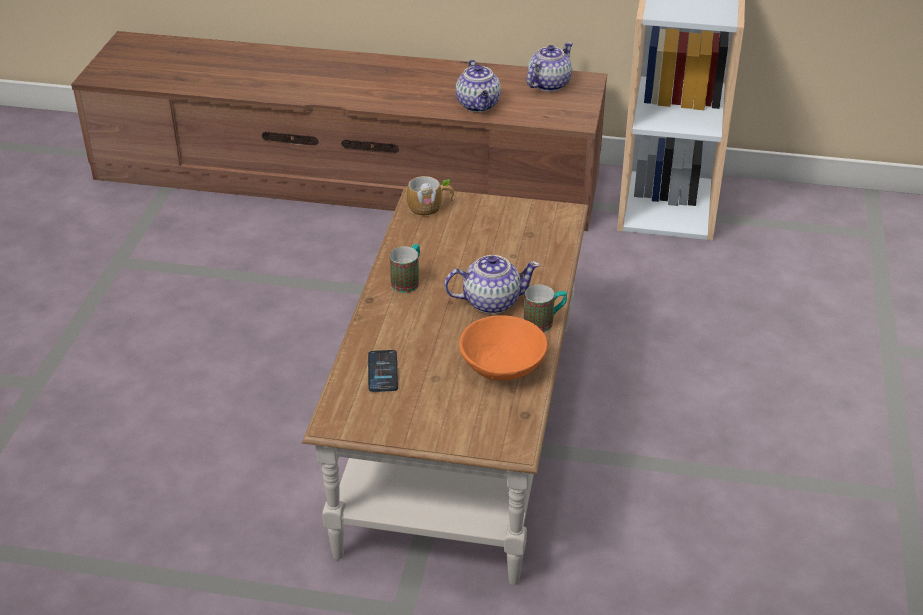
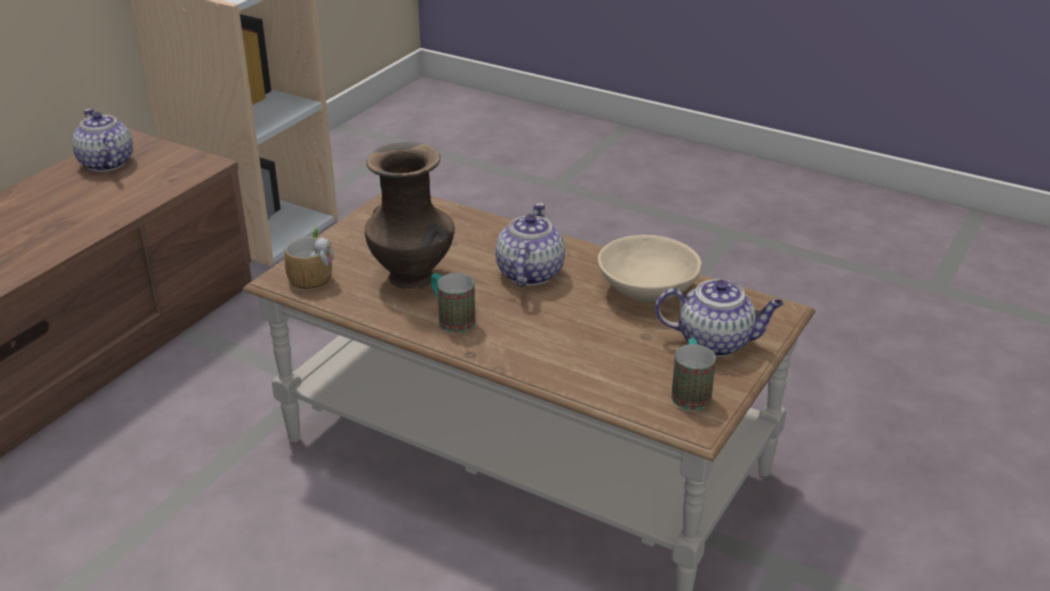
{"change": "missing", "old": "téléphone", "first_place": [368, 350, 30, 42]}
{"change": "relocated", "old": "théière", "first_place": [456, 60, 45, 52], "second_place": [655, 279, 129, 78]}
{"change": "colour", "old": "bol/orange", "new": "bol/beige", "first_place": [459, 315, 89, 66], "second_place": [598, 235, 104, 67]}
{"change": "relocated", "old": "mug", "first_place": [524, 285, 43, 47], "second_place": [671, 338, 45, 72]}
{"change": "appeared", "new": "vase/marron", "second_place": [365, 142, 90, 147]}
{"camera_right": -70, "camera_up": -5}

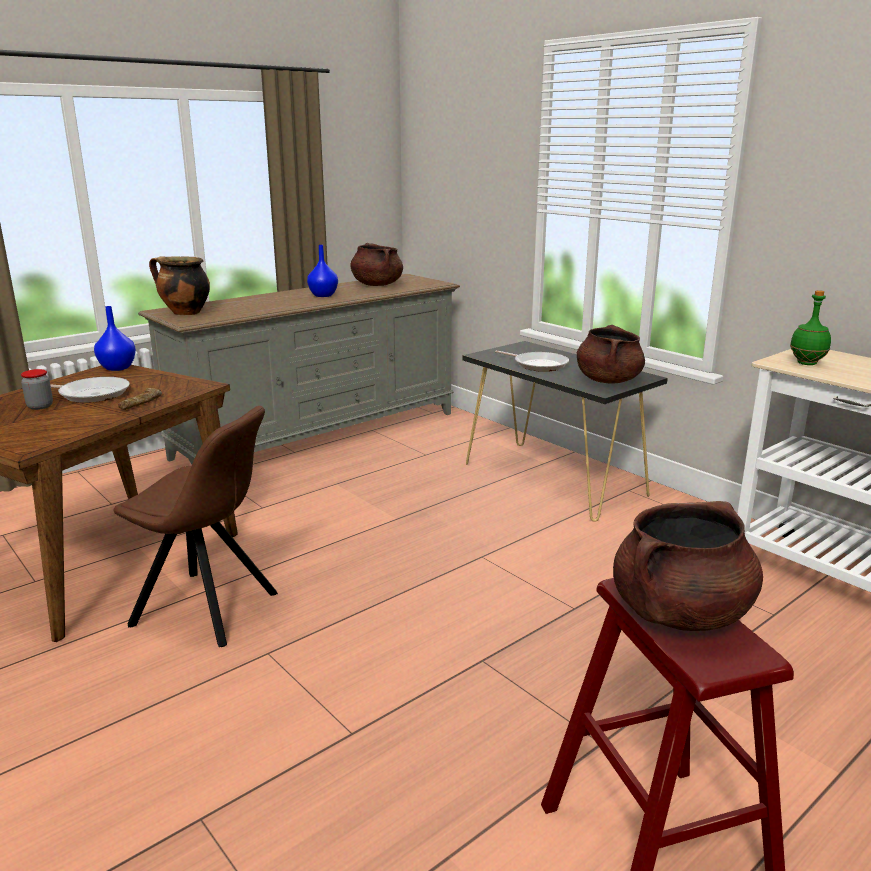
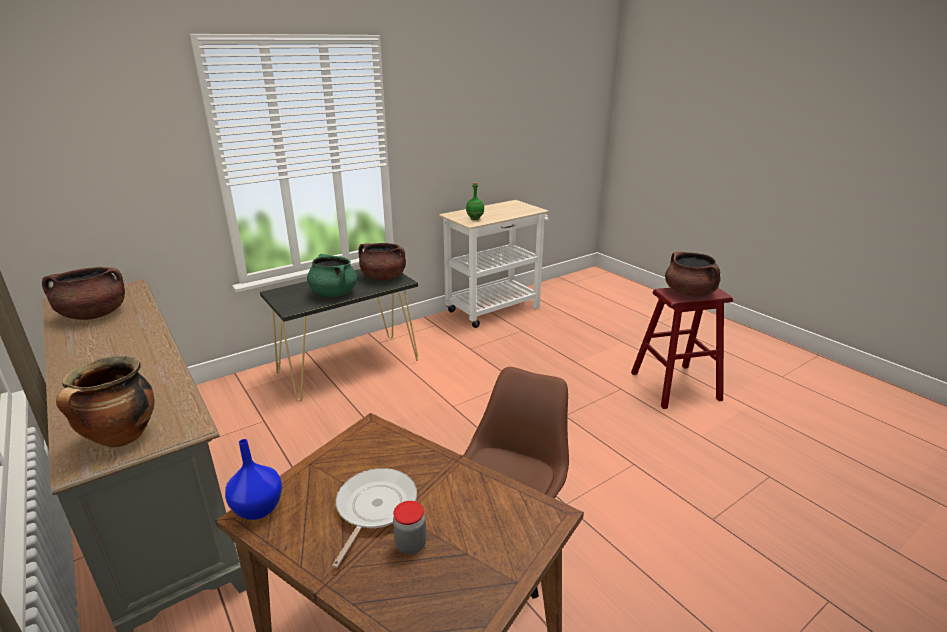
{"change": "missing", "old": "pain", "first_place": [118, 388, 44, 22]}
{"change": "missing", "old": "vase/bleu", "first_place": [307, 245, 31, 52]}
{"change": "exchanged", "old": "poêle", "new": "marmite/vert", "first_place": [495, 350, 74, 22], "second_place": [307, 254, 50, 43]}
{"camera_right": -85, "camera_up": 5}

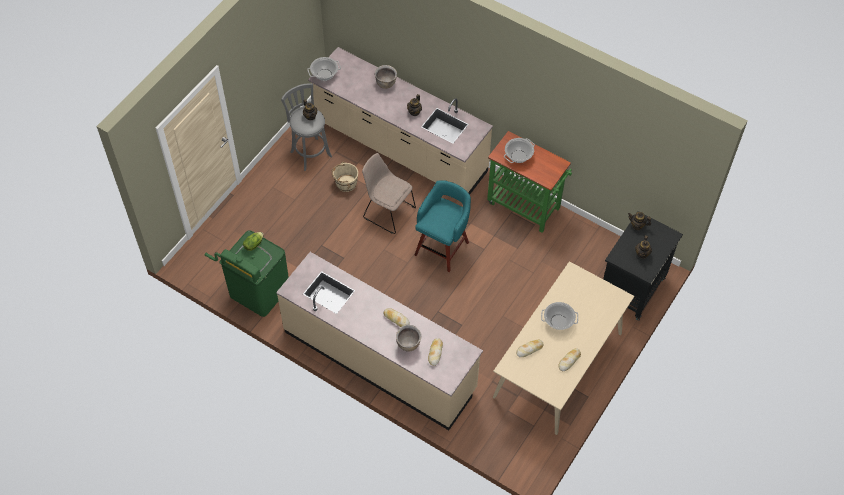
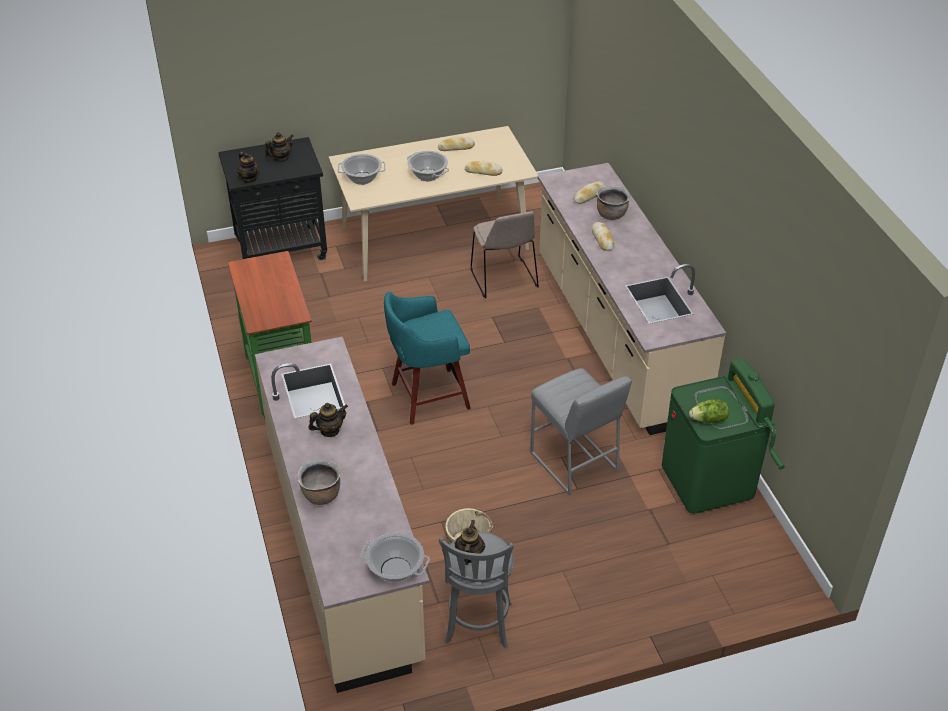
{"change": "relocated", "old": "chaise/beige", "first_place": [362, 153, 54, 81], "second_place": [471, 211, 68, 87]}
{"change": "relocated", "old": "marmite", "first_place": [504, 138, 31, 25], "second_place": [338, 154, 47, 31]}
{"change": "appeared", "new": "tabouret/gris", "second_place": [530, 368, 102, 127]}
{"camera_right": -140, "camera_up": -15}

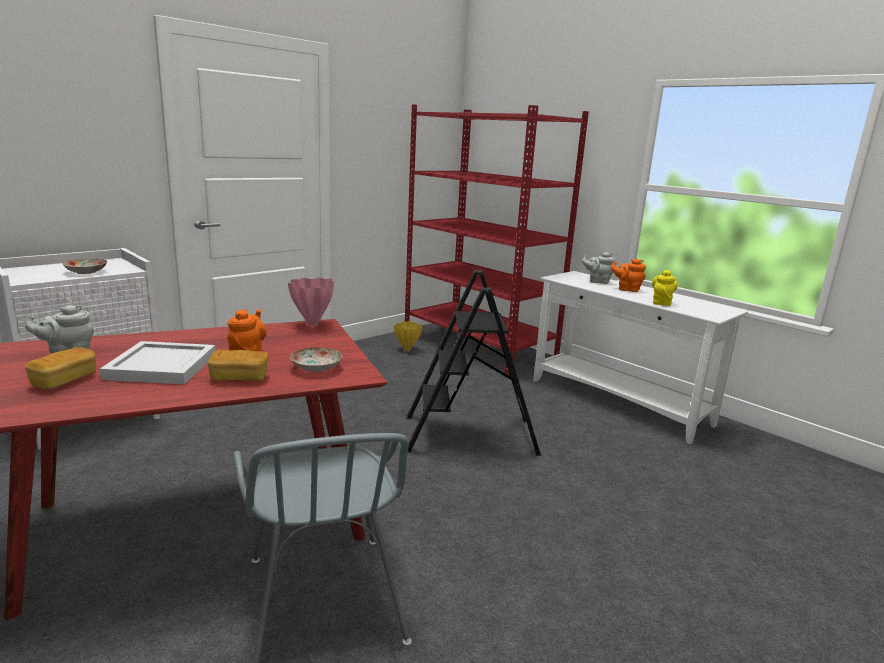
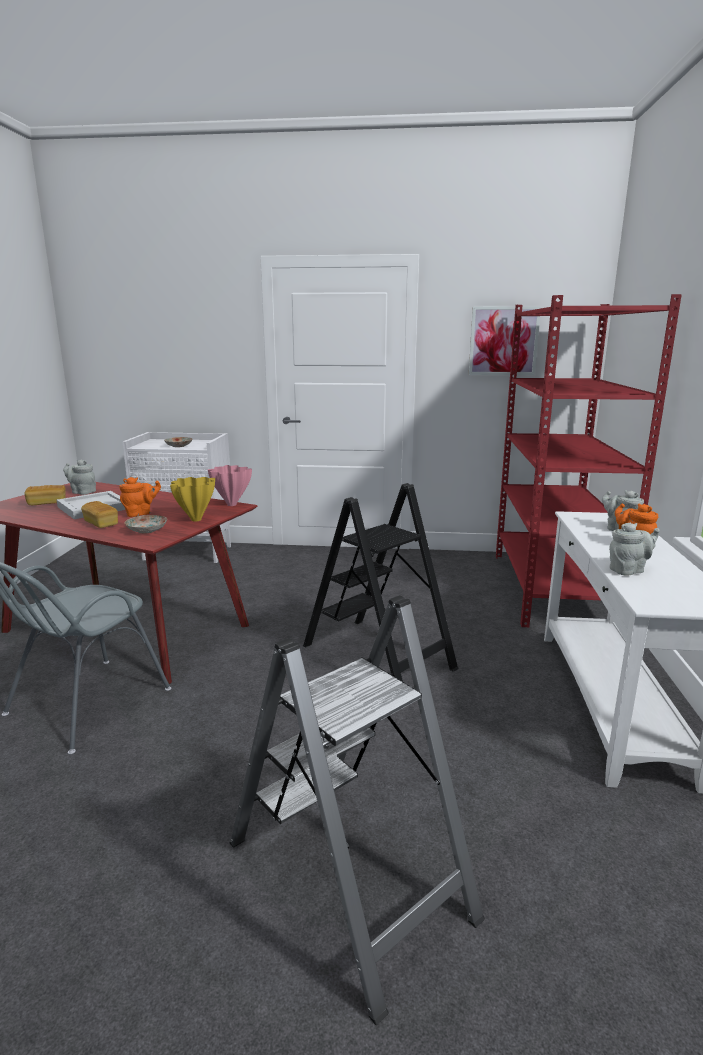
{"change": "relocated", "old": "vase/jaune", "first_place": [394, 321, 29, 30], "second_place": [170, 477, 45, 44]}
{"change": "colour", "old": "théière/jaune", "new": "théière/gris", "first_place": [652, 270, 26, 36], "second_place": [609, 523, 51, 53]}
{"change": "appeared", "new": "escabeau/gris", "second_place": [229, 595, 256, 430]}
{"change": "appeared", "new": "tableau", "second_place": [469, 306, 72, 69]}
{"camera_right": 50, "camera_up": 0}

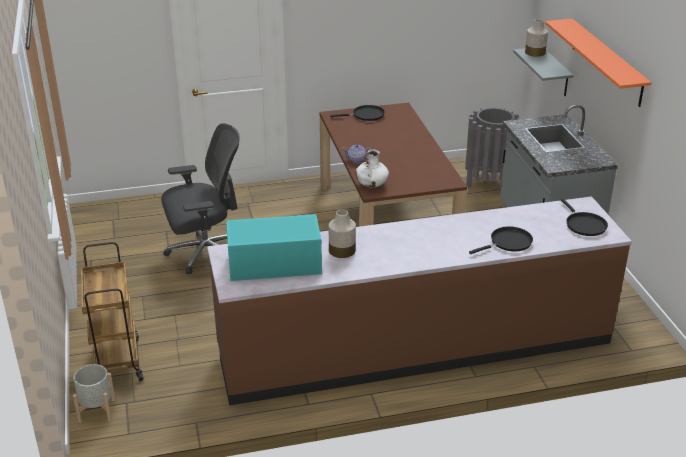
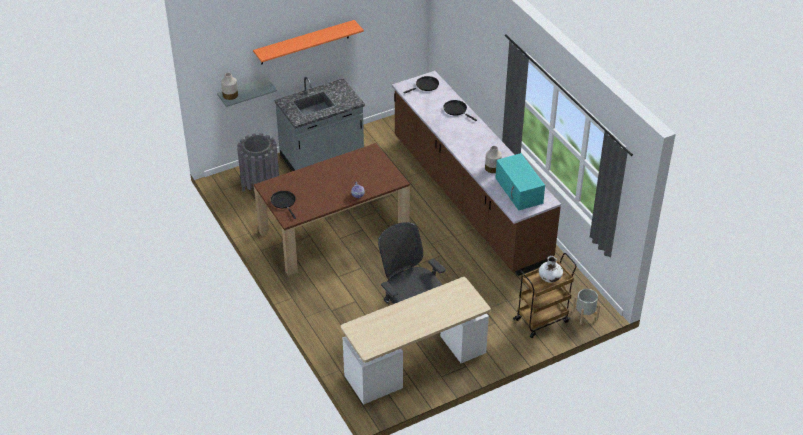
{"change": "relocated", "old": "vase/blanc", "first_place": [355, 150, 34, 38], "second_place": [539, 256, 24, 27]}
{"change": "appeared", "new": "bureau", "second_place": [341, 277, 150, 128]}
{"camera_right": -105, "camera_up": 10}

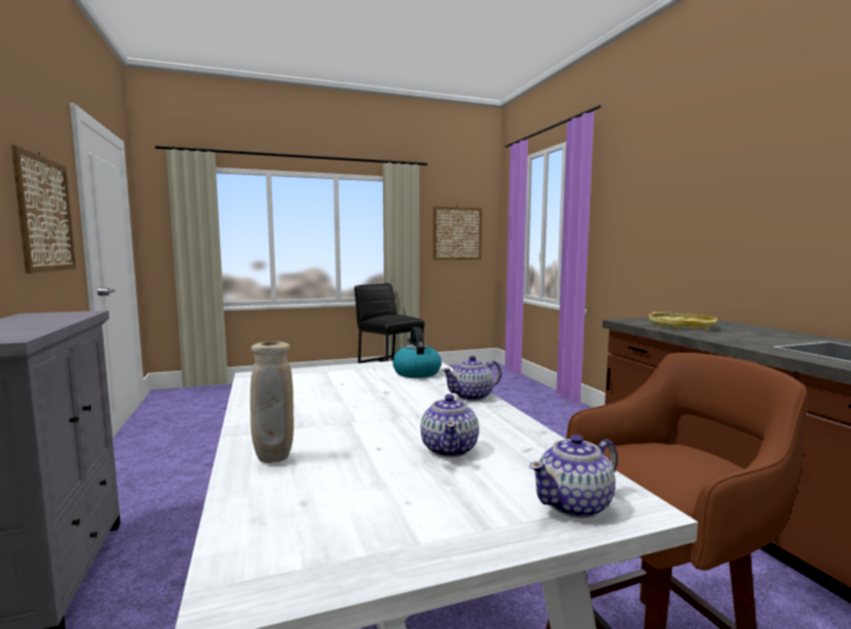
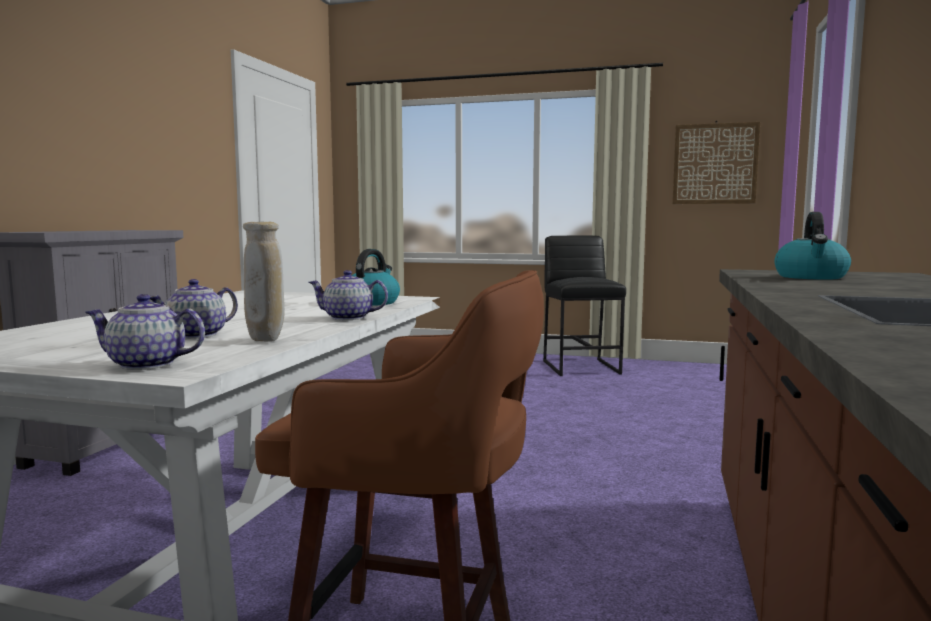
{"change": "missing", "old": "tableau", "first_place": [11, 145, 65, 129]}
{"change": "relocated", "old": "vase/beige", "first_place": [250, 341, 44, 122], "second_place": [243, 222, 42, 119]}
{"change": "exchanged", "old": "plateau/jaune", "new": "bouilloire", "first_place": [649, 312, 69, 18], "second_place": [774, 212, 77, 68]}
{"camera_right": 35, "camera_up": 0}

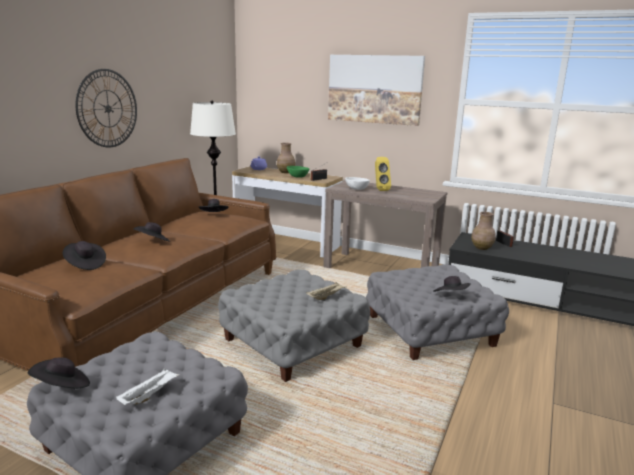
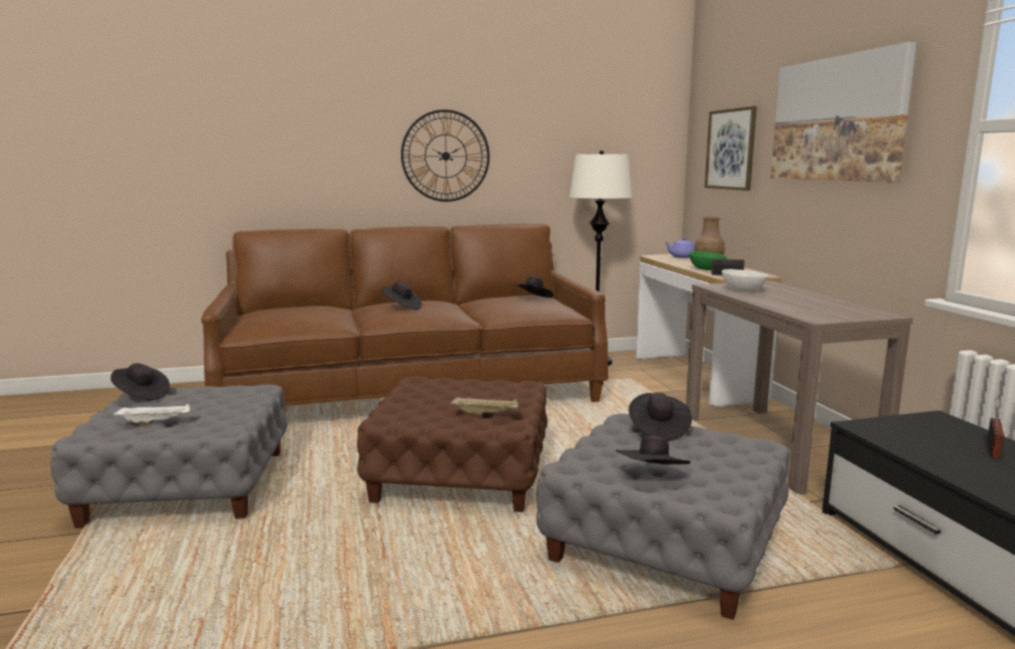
{"change": "relocated", "old": "chapeau/noir", "first_place": [62, 241, 44, 29], "second_place": [629, 393, 63, 48]}
{"change": "colour", "old": "pouf/gris", "new": "pouf/marron", "first_place": [218, 270, 152, 112], "second_place": [357, 376, 191, 136]}
{"change": "missing", "old": "enceinte/jaune", "first_place": [375, 157, 16, 34]}
{"change": "missing", "old": "vase/marron", "first_place": [471, 212, 25, 38]}
{"change": "appeared", "new": "tableau", "second_place": [705, 106, 52, 85]}
{"camera_right": 50, "camera_up": -5}

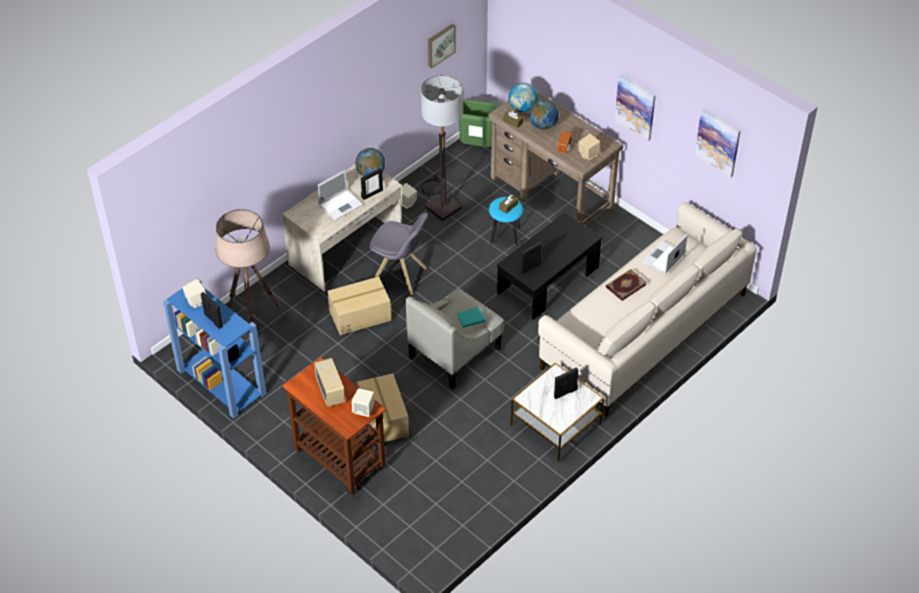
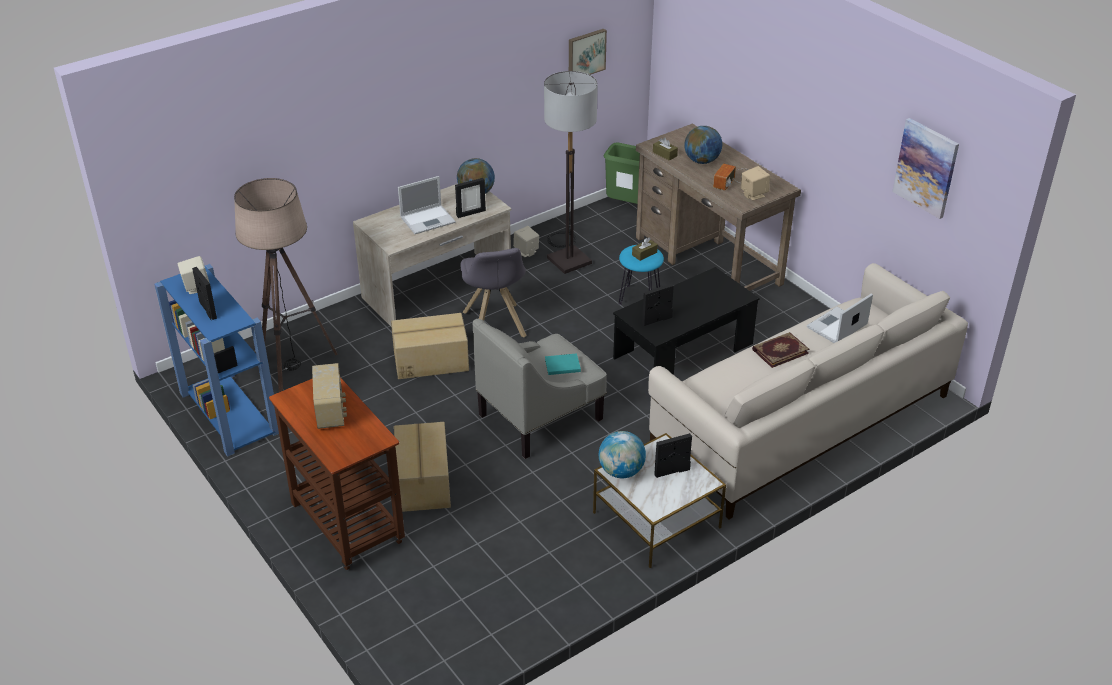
{"change": "missing", "old": "enceinte/beige", "first_place": [352, 388, 22, 29]}
{"change": "spun", "old": "chaise/gris", "first_place": [370, 212, 58, 83], "second_place": [460, 248, 67, 90], "degrees": 45}
{"change": "relocated", "old": "globe", "first_place": [509, 83, 29, 29], "second_place": [599, 431, 47, 47]}
{"change": "missing", "old": "tableau", "first_place": [615, 75, 41, 66]}
{"camera_right": 10, "camera_up": -10}

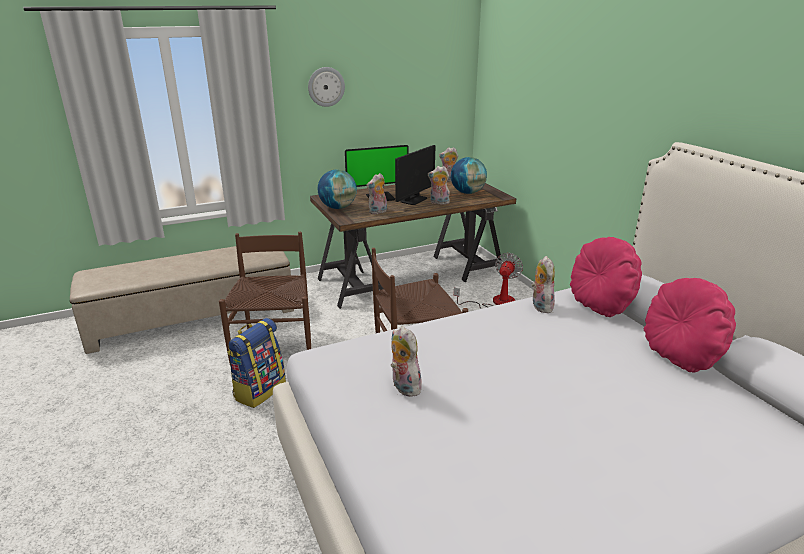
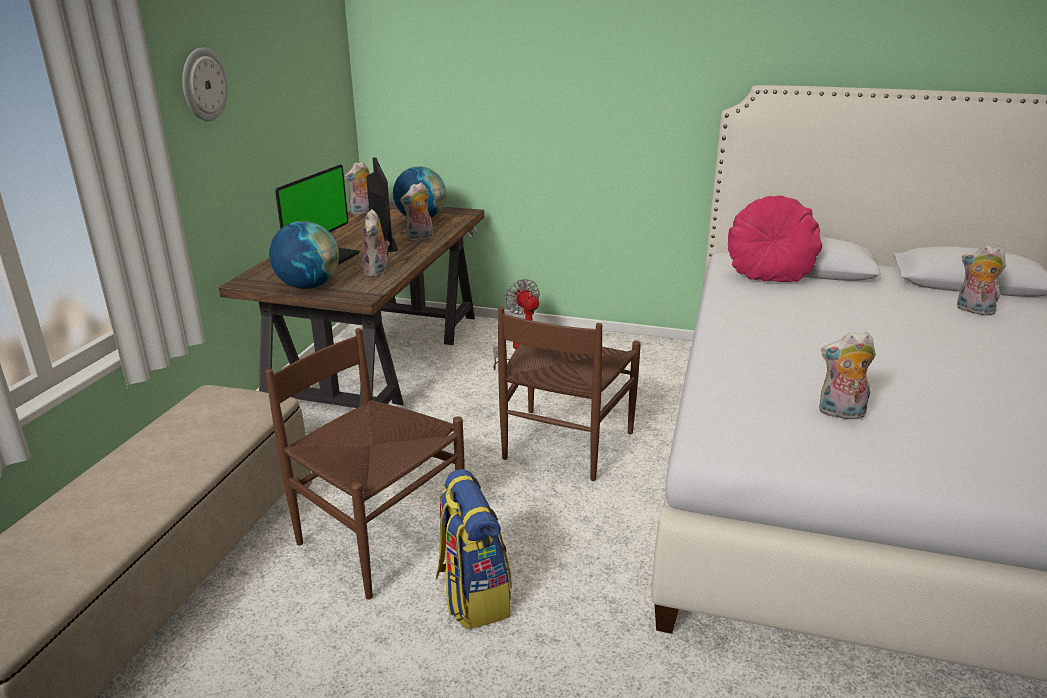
{"change": "relocated", "old": "peluche", "first_place": [531, 256, 24, 57], "second_place": [957, 245, 49, 71]}
{"change": "missing", "old": "coussin/rose", "first_place": [644, 278, 92, 95]}
{"camera_right": -50, "camera_up": 0}

